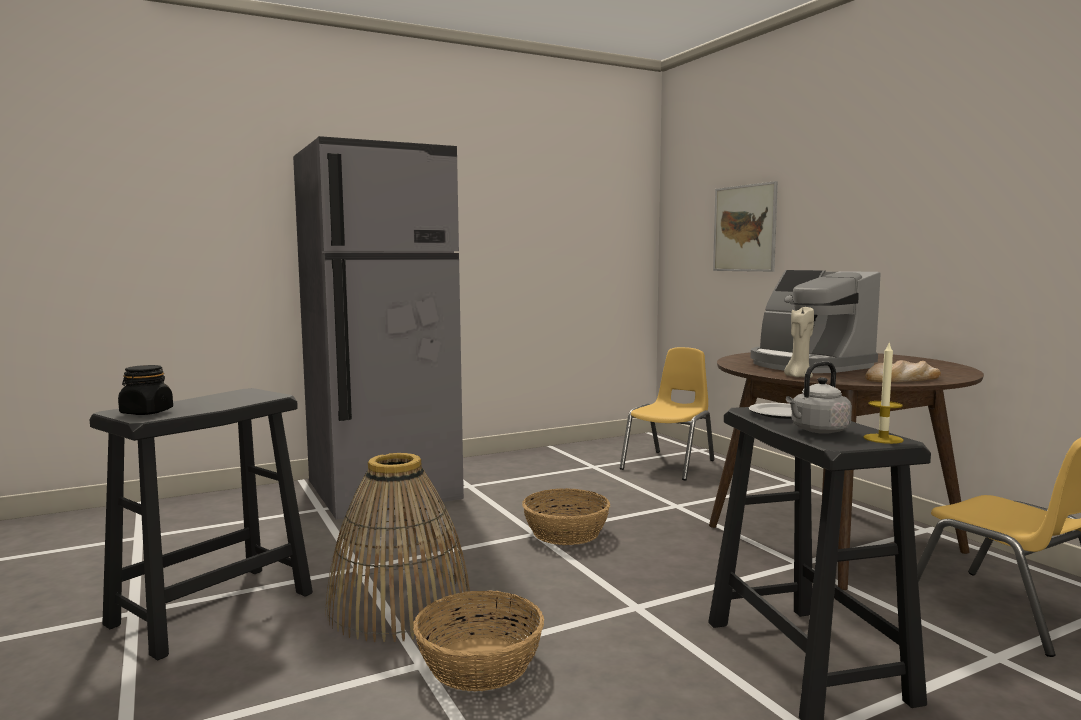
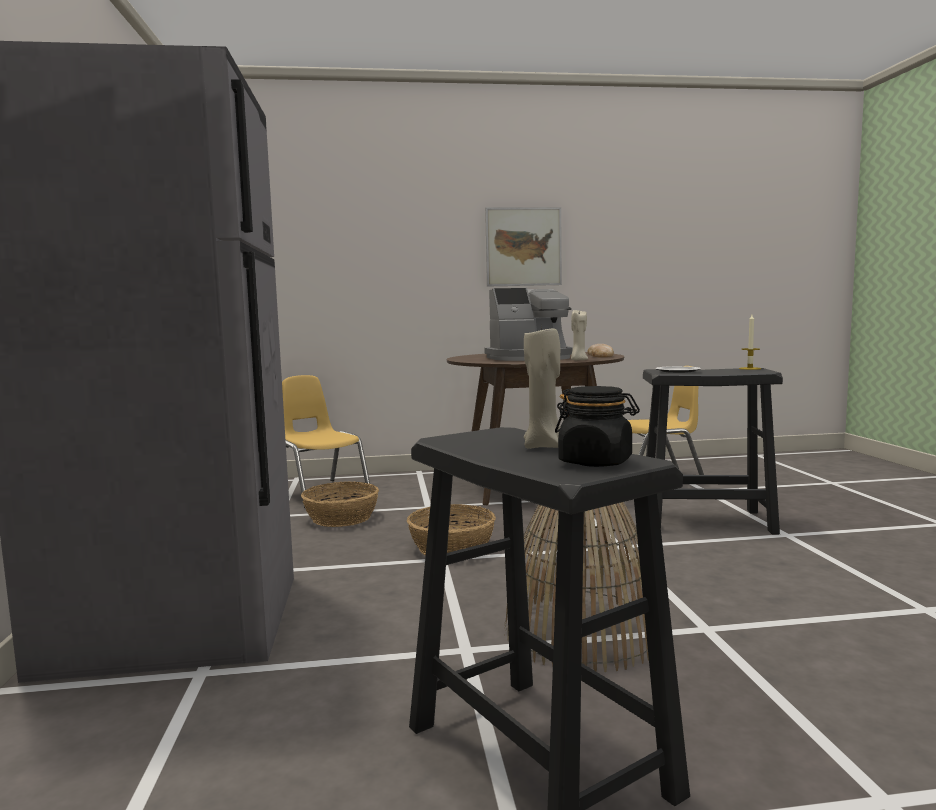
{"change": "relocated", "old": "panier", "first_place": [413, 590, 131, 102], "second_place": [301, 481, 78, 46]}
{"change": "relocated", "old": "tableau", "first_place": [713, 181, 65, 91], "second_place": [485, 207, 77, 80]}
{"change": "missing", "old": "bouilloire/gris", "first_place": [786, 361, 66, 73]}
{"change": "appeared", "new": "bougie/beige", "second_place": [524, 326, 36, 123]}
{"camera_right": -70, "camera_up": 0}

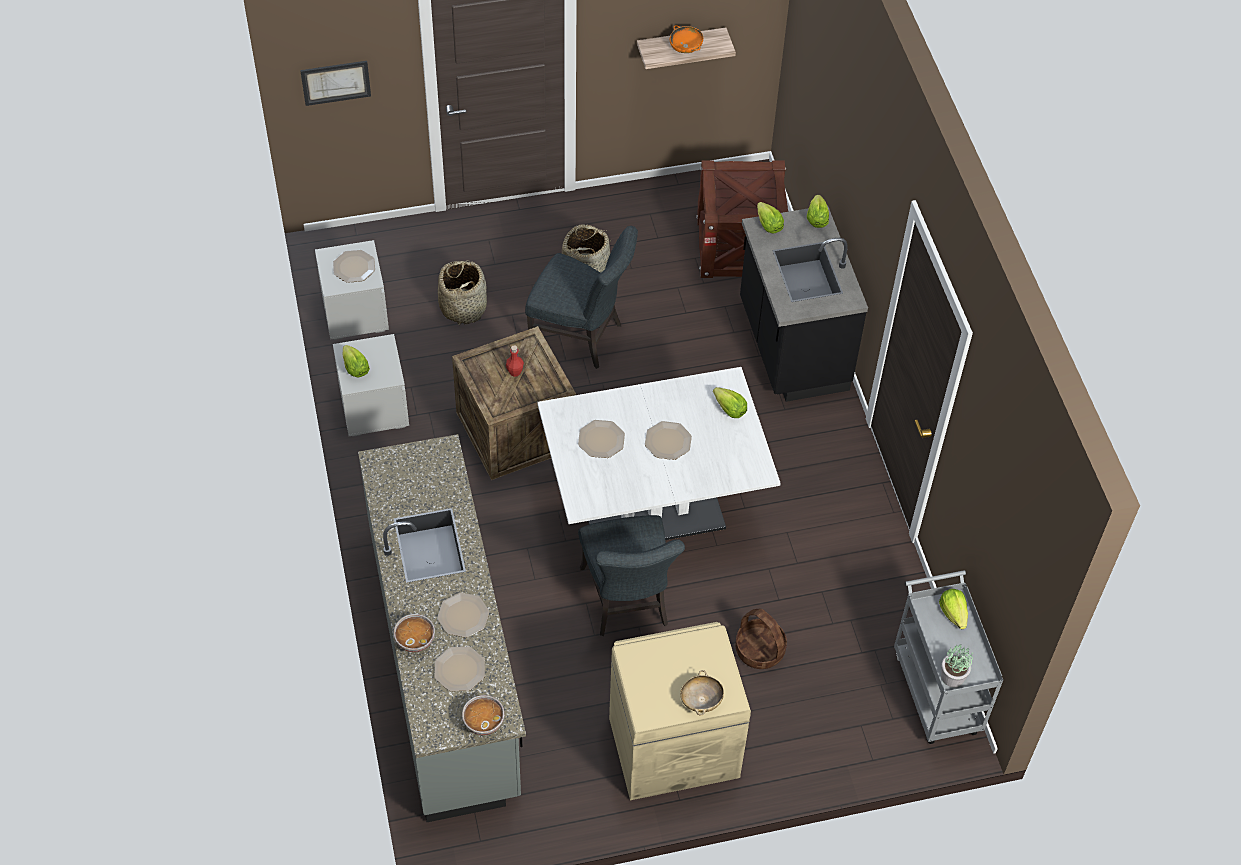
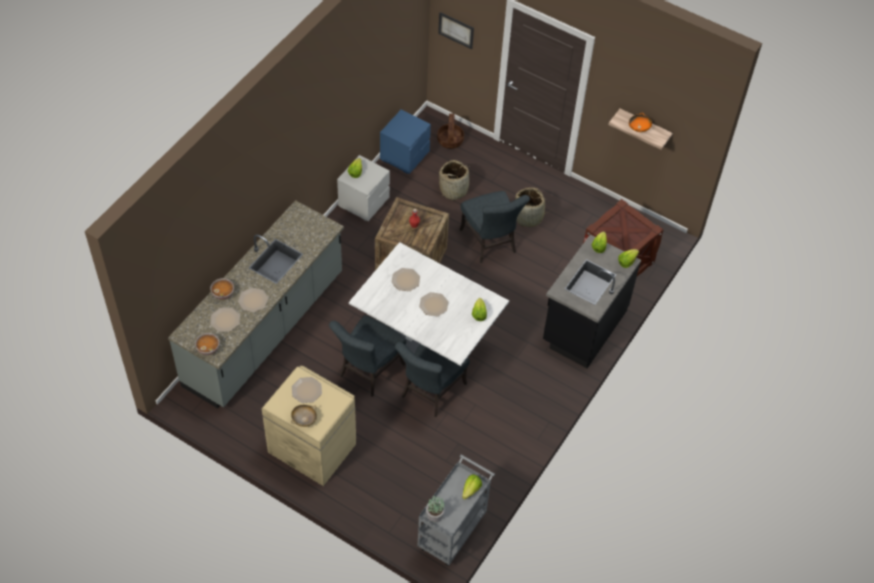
{"change": "colour", "old": "table de chevet/blanc", "new": "table de chevet/bleu", "first_place": [315, 240, 74, 100], "second_place": [380, 110, 51, 64]}
{"change": "relocated", "old": "assiette", "first_place": [333, 250, 42, 33], "second_place": [292, 377, 30, 26]}
{"change": "relocated", "old": "panier", "first_place": [735, 609, 52, 60], "second_place": [437, 113, 27, 36]}
{"change": "appeared", "new": "chaise/gris", "second_place": [395, 342, 75, 75]}
{"camera_right": 45, "camera_up": 0}

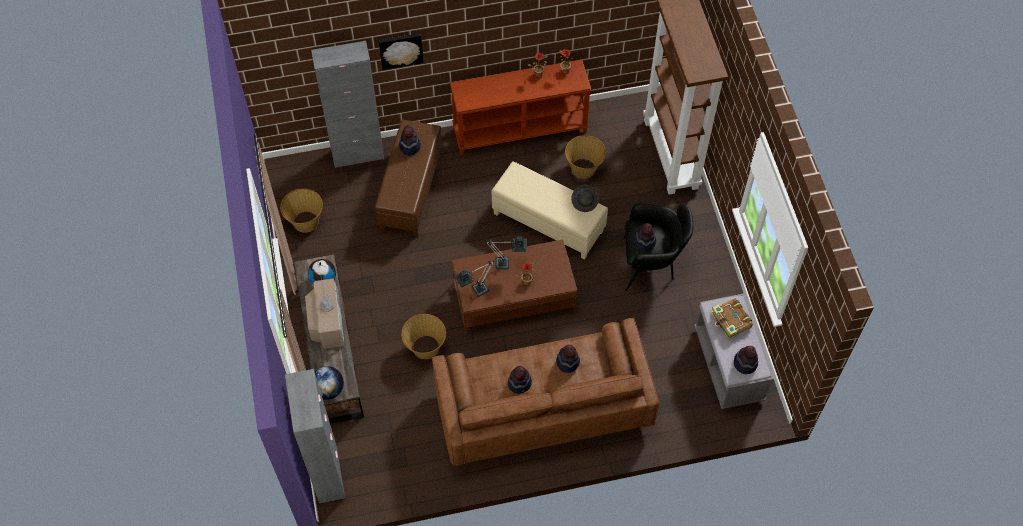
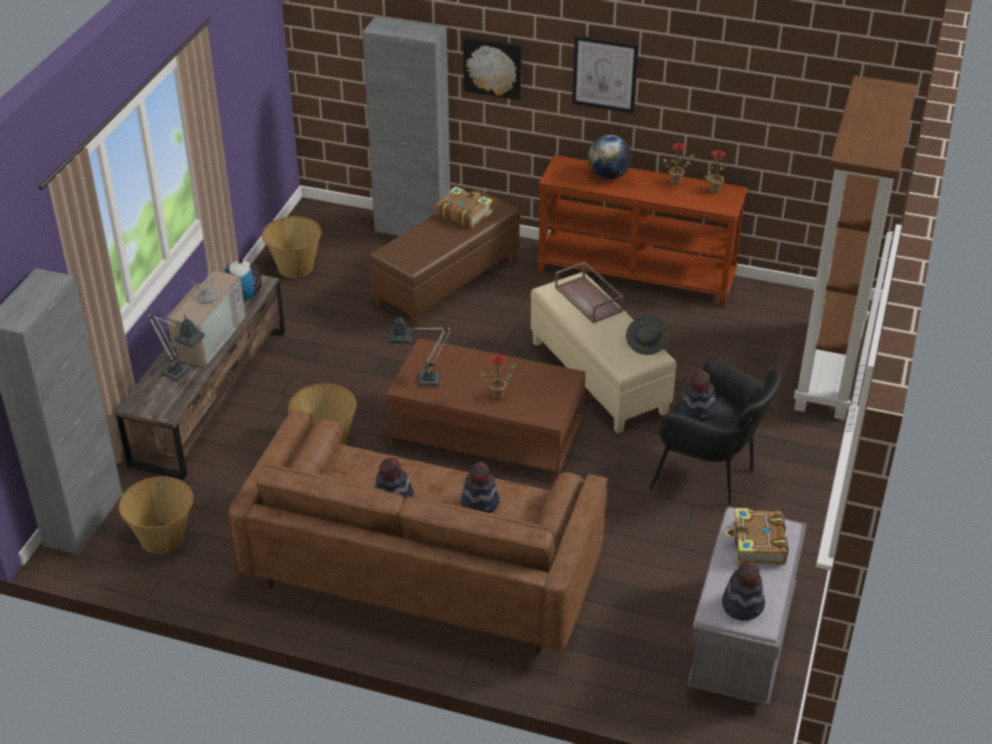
{"change": "relocated", "old": "globe", "first_place": [315, 366, 29, 34], "second_place": [588, 135, 44, 44]}
{"change": "exchanged", "old": "chapeau", "new": "livre", "first_place": [399, 125, 22, 31], "second_place": [436, 186, 56, 42]}
{"change": "relocated", "old": "lampe de table", "first_place": [486, 235, 41, 34], "second_place": [146, 313, 59, 68]}
{"change": "relocated", "old": "panier", "first_place": [565, 135, 41, 44], "second_place": [119, 476, 74, 78]}
{"change": "appeared", "new": "plateau/marron", "second_place": [555, 261, 69, 63]}
{"change": "appeared", "new": "tableau", "second_place": [572, 35, 67, 79]}
{"camera_right": 30, "camera_up": -20}

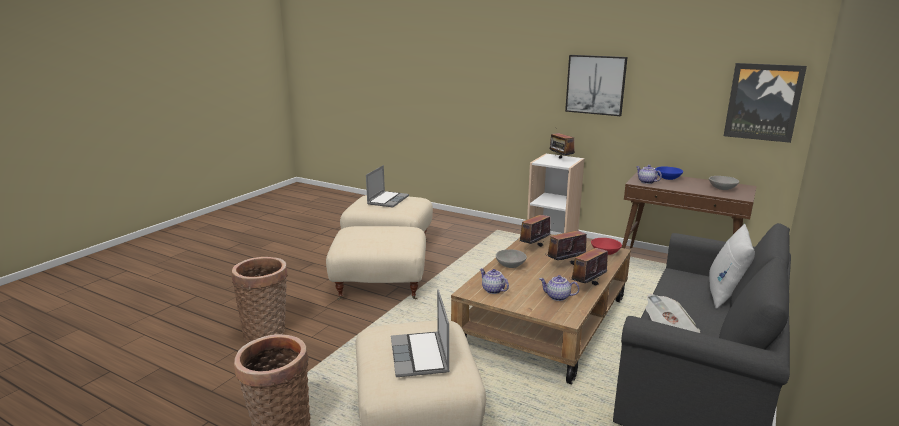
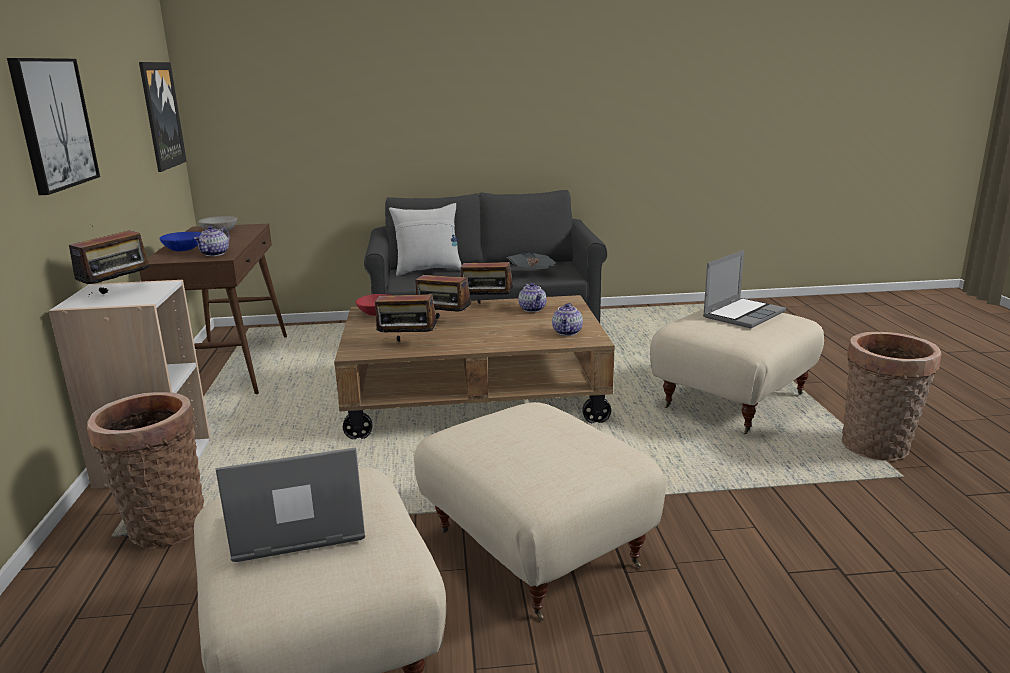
{"change": "relocated", "old": "panier", "first_place": [232, 257, 56, 85], "second_place": [87, 392, 117, 157]}
{"change": "missing", "old": "bol/gris", "first_place": [496, 249, 31, 19]}
{"camera_right": -125, "camera_up": 0}

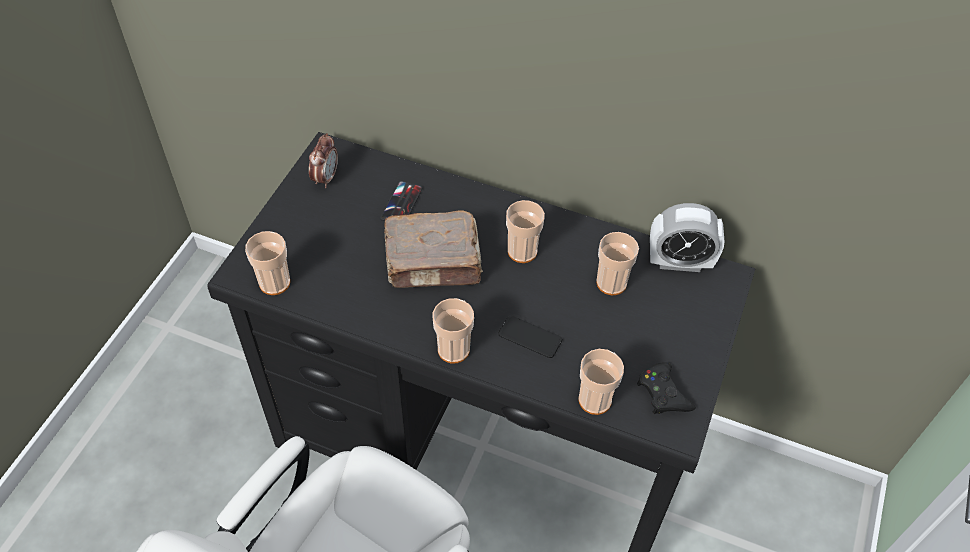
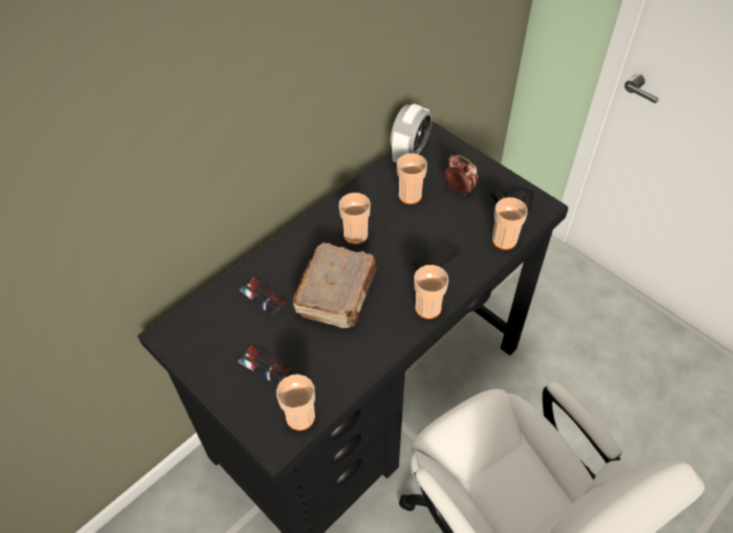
{"change": "relocated", "old": "réveil", "first_place": [309, 133, 29, 55], "second_place": [445, 155, 33, 41]}
{"change": "appeared", "new": "téléphone", "second_place": [237, 345, 55, 42]}
{"camera_right": -65, "camera_up": 0}

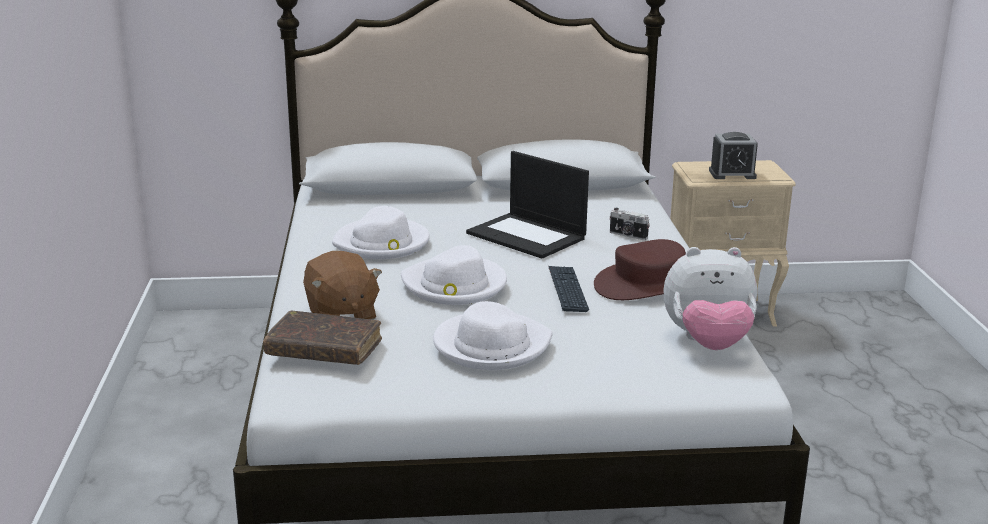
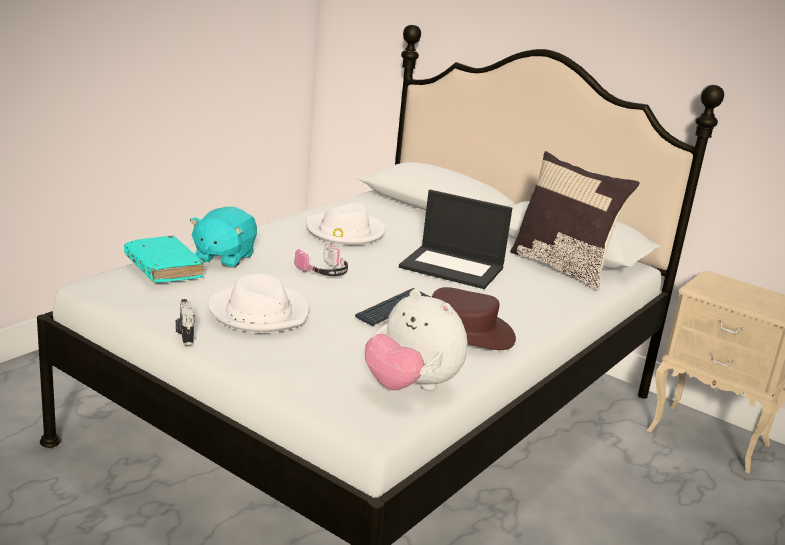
{"change": "colour", "old": "livre/marron", "new": "livre/turquoise", "first_place": [263, 310, 119, 55], "second_place": [124, 236, 80, 46]}
{"change": "colour", "old": "peluche/marron", "new": "peluche/turquoise", "first_place": [303, 251, 79, 69], "second_place": [190, 207, 67, 61]}
{"change": "exchanged", "old": "chapeau/blanc", "new": "casque audio", "first_place": [401, 245, 106, 60], "second_place": [295, 244, 53, 32]}
{"change": "spun", "old": "ordinateur portable", "first_place": [466, 151, 123, 108], "second_place": [399, 190, 113, 99], "degrees": -60}
{"change": "relocated", "old": "appareil photo", "first_place": [610, 208, 40, 32], "second_place": [175, 299, 20, 46]}
{"change": "missing", "old": "réveil", "first_place": [709, 132, 49, 47]}
{"change": "appeared", "new": "coussin", "second_place": [510, 151, 130, 140]}
{"camera_right": 40, "camera_up": 0}

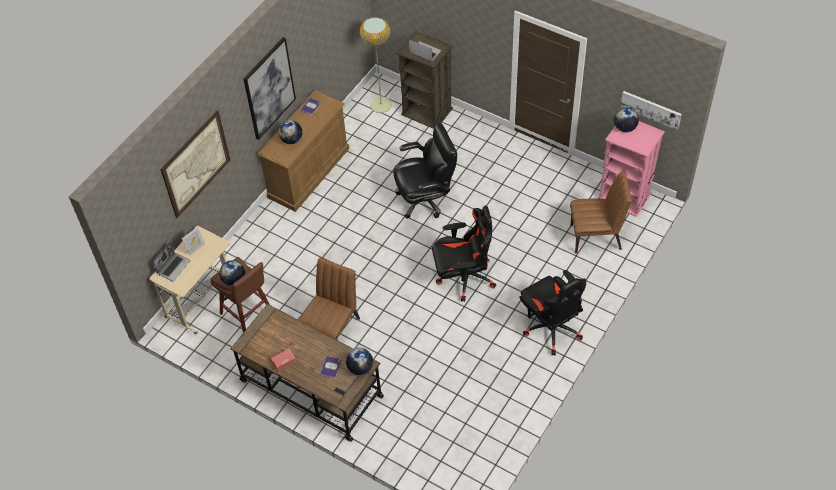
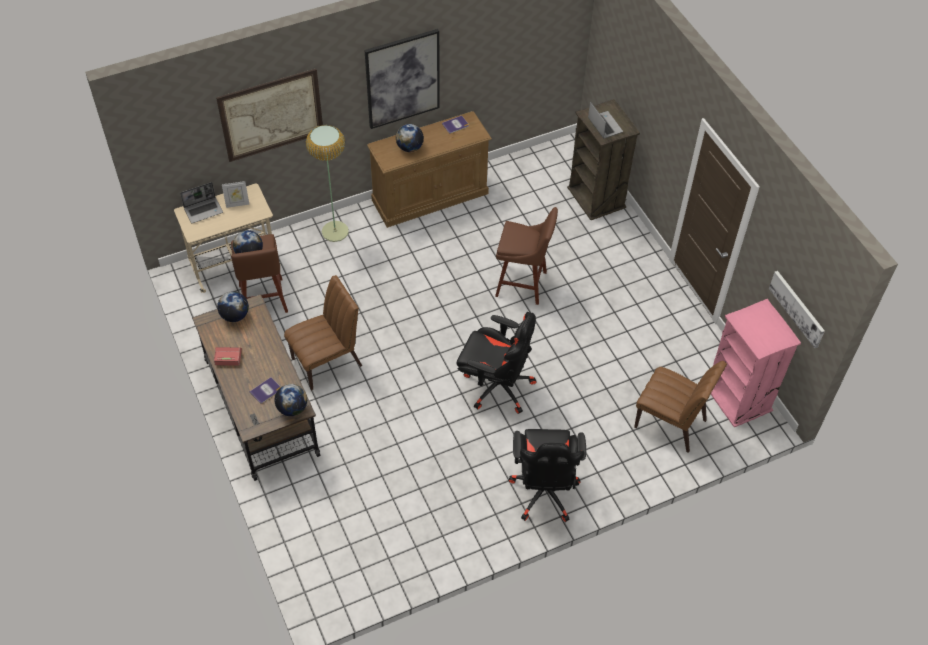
{"change": "relocated", "old": "lampadaire", "first_place": [360, 17, 32, 96], "second_place": [306, 125, 43, 117]}
{"change": "exchanged", "old": "chaise de bureau/noir", "new": "tabouret/marron", "first_place": [393, 123, 64, 96], "second_place": [495, 207, 63, 98]}
{"change": "relocated", "old": "globe", "first_place": [614, 108, 25, 24], "second_place": [217, 291, 32, 31]}
{"camera_right": 30, "camera_up": 0}

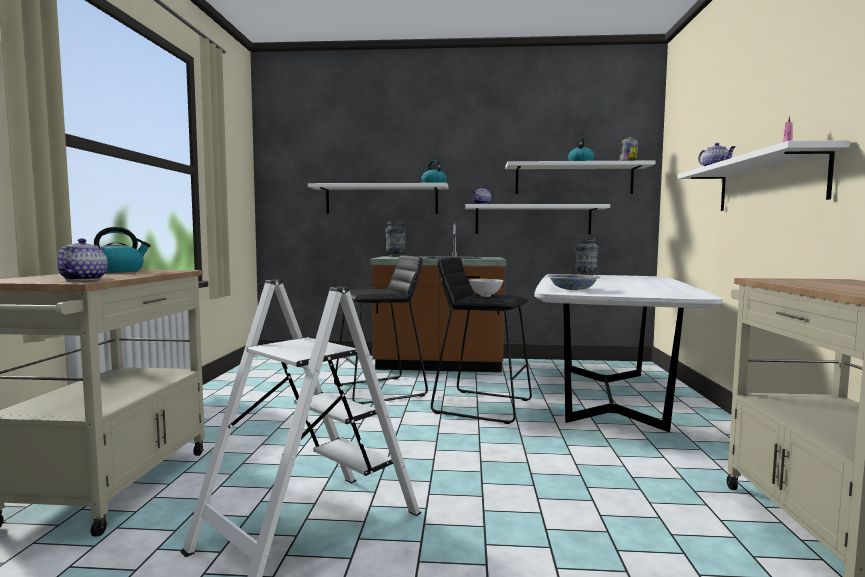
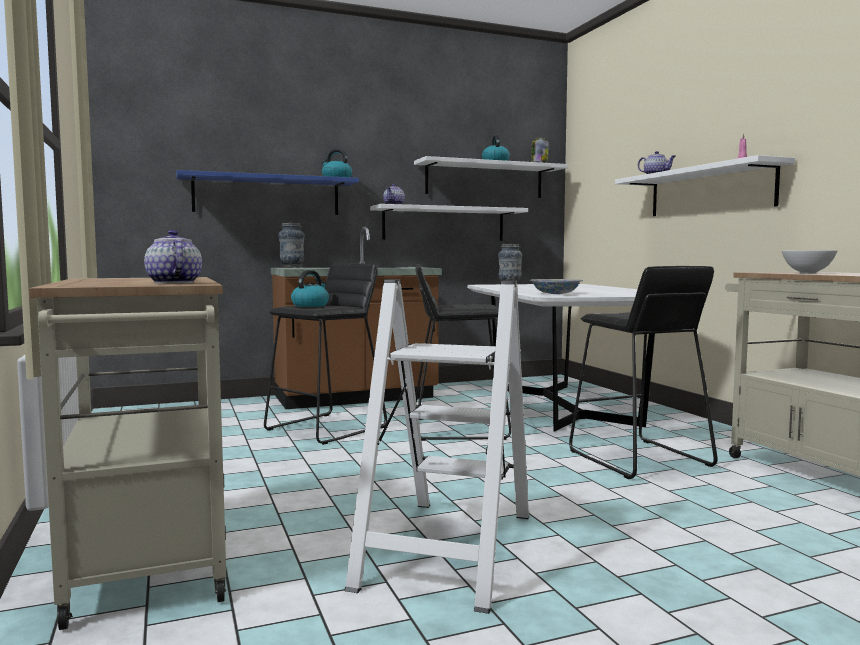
{"change": "relocated", "old": "bouilloire", "first_place": [94, 227, 57, 46], "second_place": [291, 270, 38, 37]}
{"change": "colour", "old": "étagère/blanc", "new": "étagère/bleu", "first_place": [308, 183, 140, 31], "second_place": [176, 170, 183, 45]}
{"change": "relocated", "old": "bol/blanc", "first_place": [469, 279, 34, 18], "second_place": [782, 250, 56, 24]}
{"change": "appeared", "new": "tabouret/noir", "second_place": [569, 266, 148, 213]}
{"camera_right": -25, "camera_up": 0}

